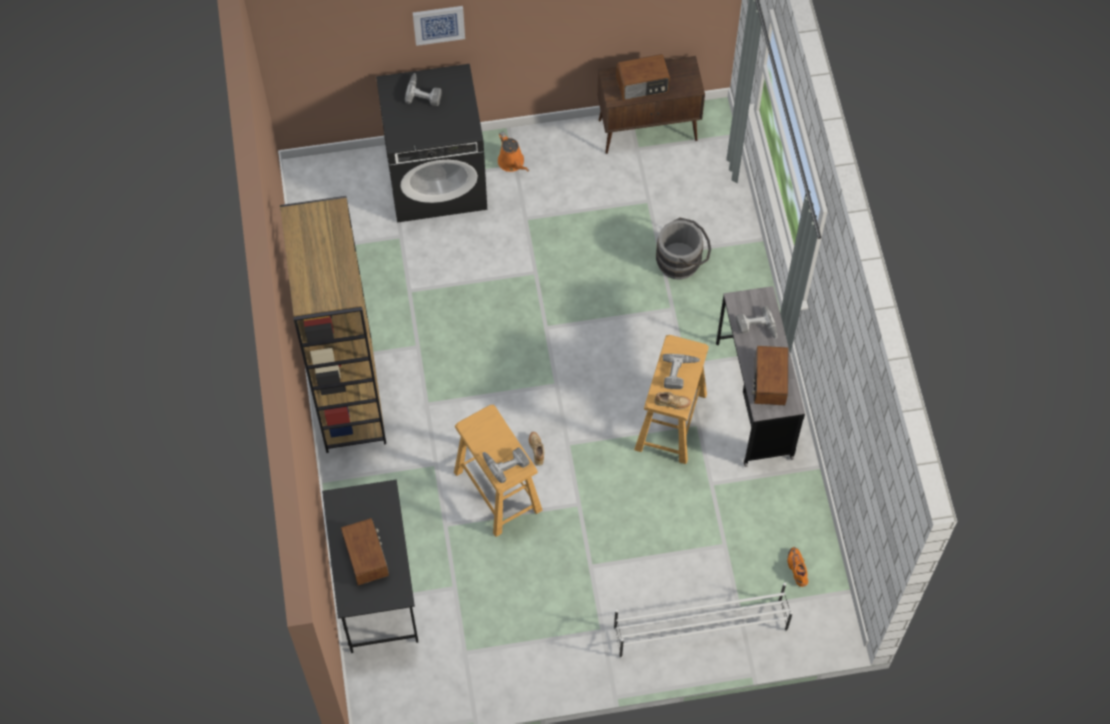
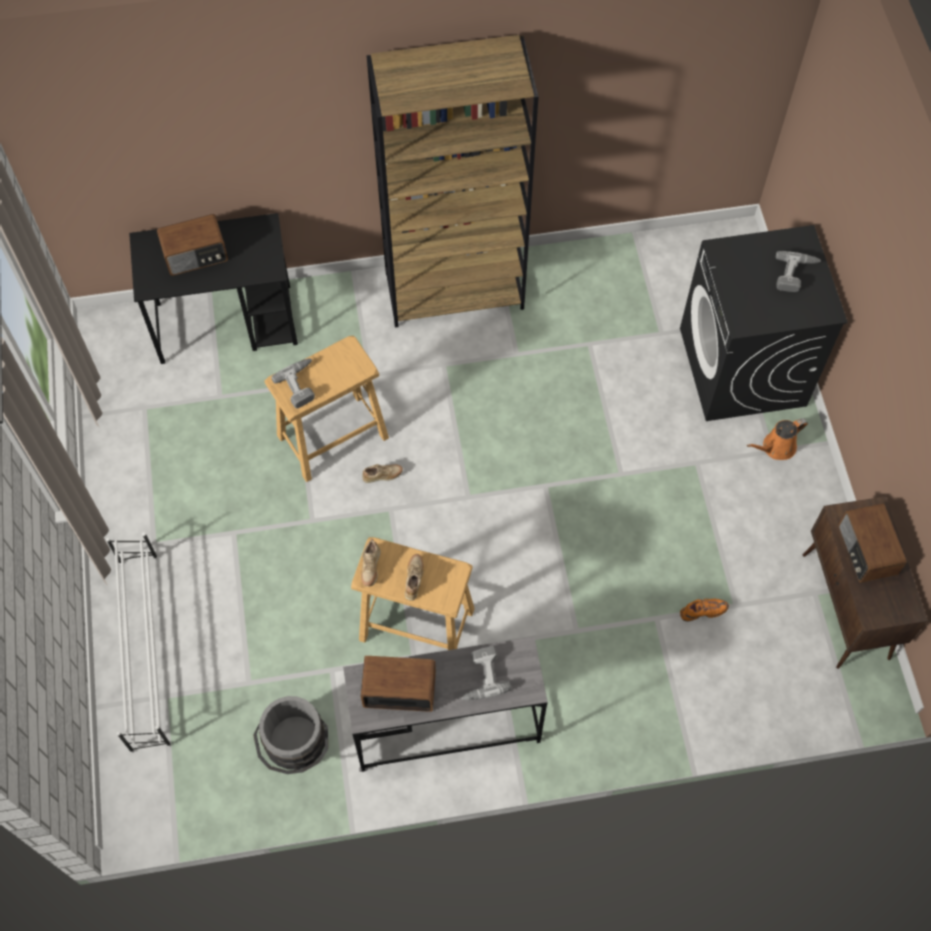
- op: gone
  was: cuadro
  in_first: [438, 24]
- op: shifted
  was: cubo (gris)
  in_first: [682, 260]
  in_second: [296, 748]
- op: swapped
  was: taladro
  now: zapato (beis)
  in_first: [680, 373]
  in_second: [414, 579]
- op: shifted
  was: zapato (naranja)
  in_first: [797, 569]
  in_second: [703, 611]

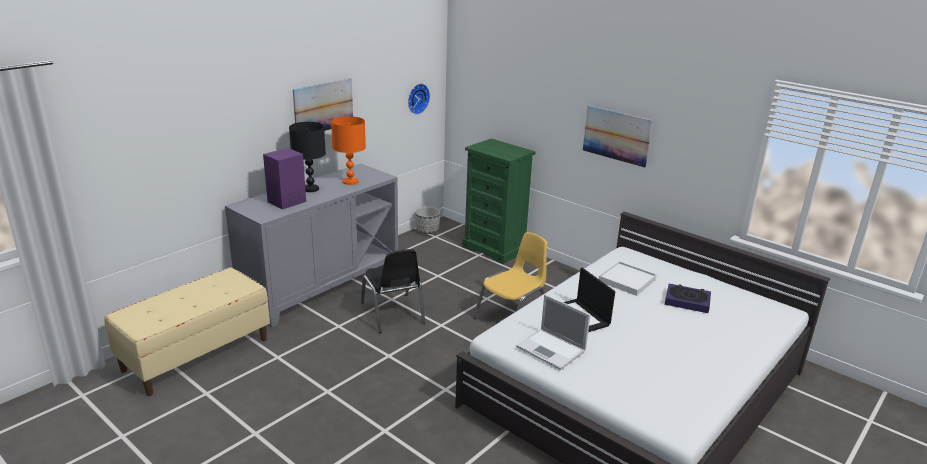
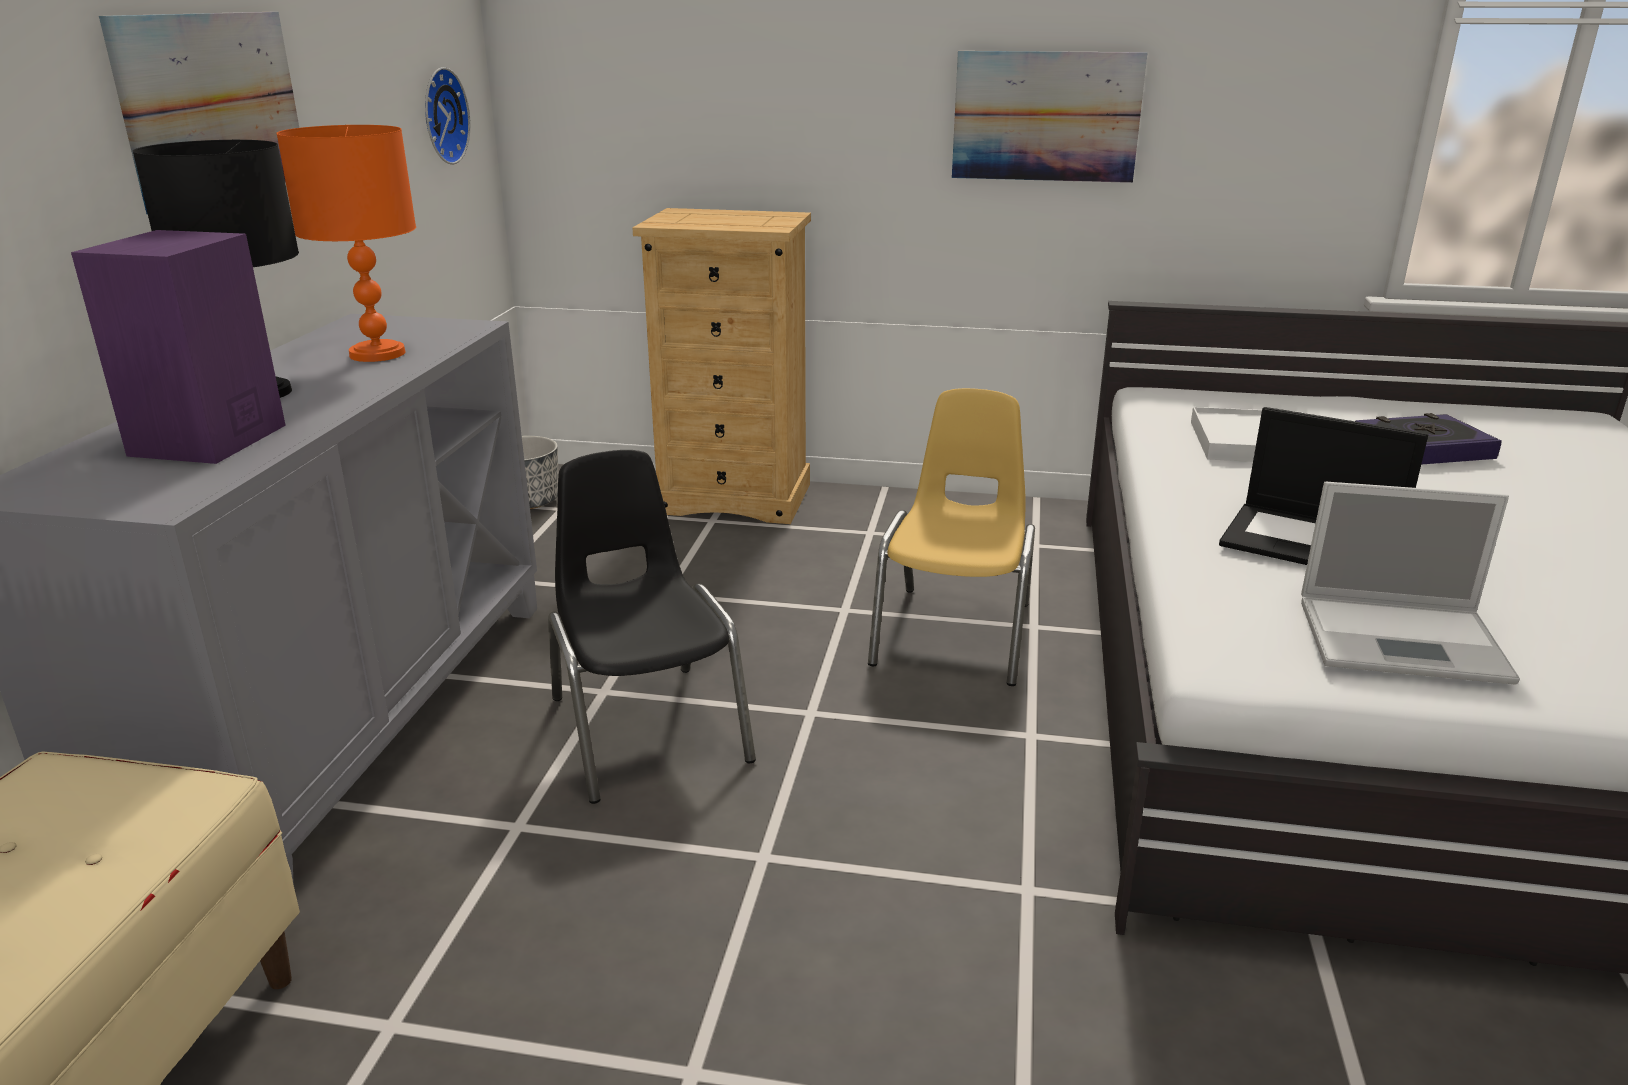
- op: repainted
  was: cómoda (verde)
  now: cómoda (beis)
  in_first: [495, 249]
  in_second: [735, 498]
- op: rotated
  was: silla (negro)
  in_first: [392, 313]
  in_second: [647, 729]
  clockwise: -150

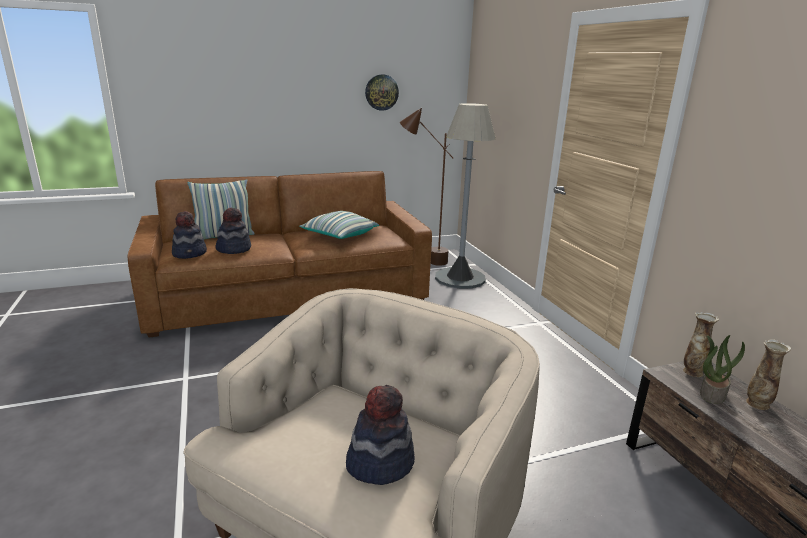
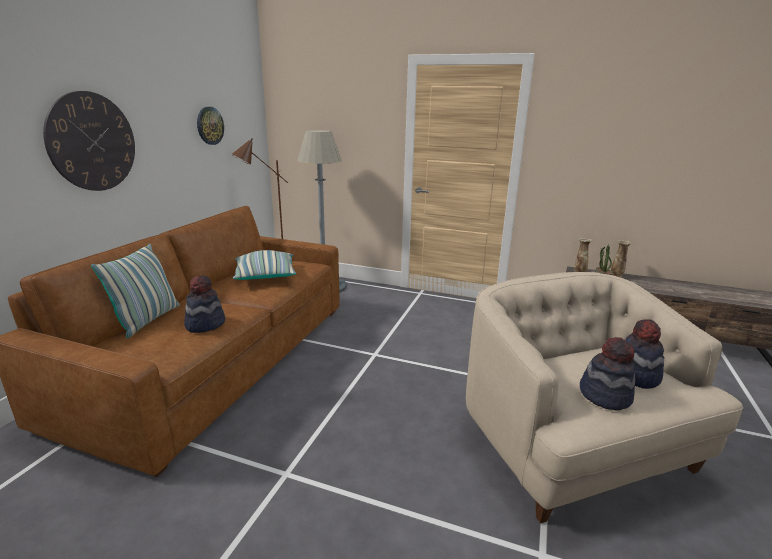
- op: shifted
  was: sombrero
  in_first: [190, 253]
  in_second: [605, 395]
- op: new
  now: reloj de pared
  in_second: [92, 142]

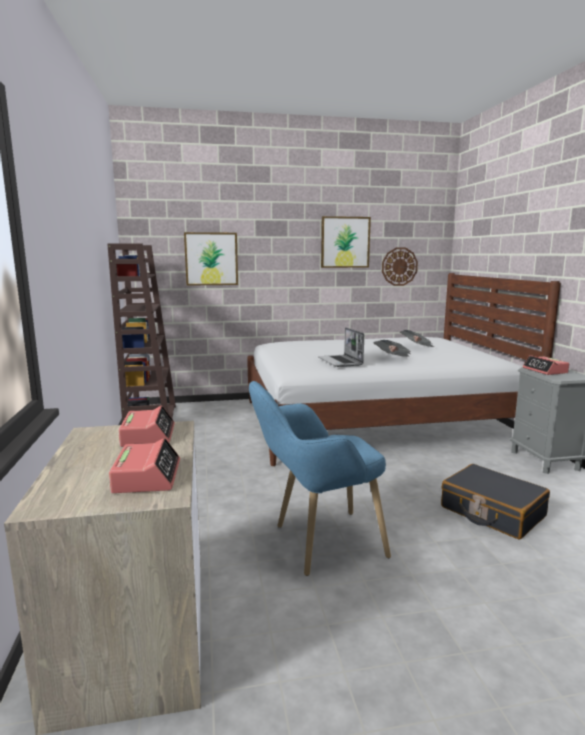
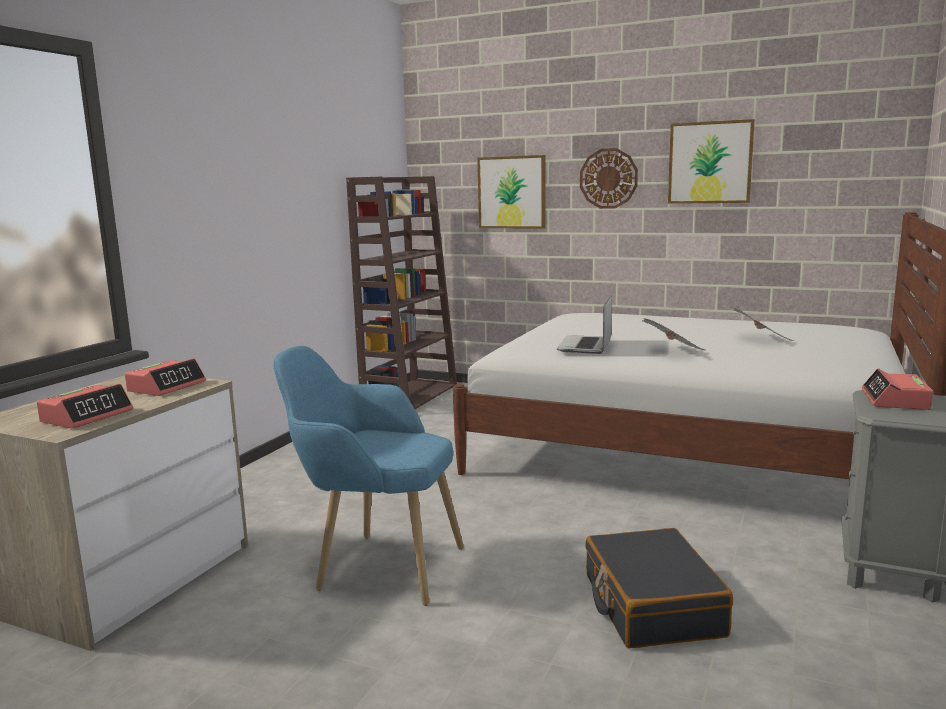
- op: shifted
  was: reloj de pared
  in_first: [399, 266]
  in_second: [608, 178]

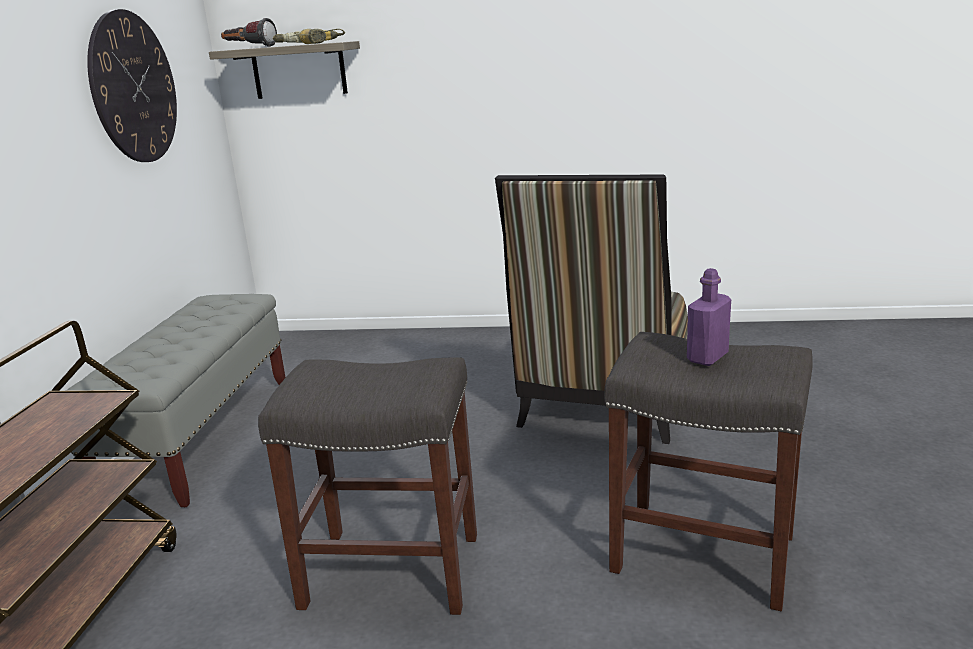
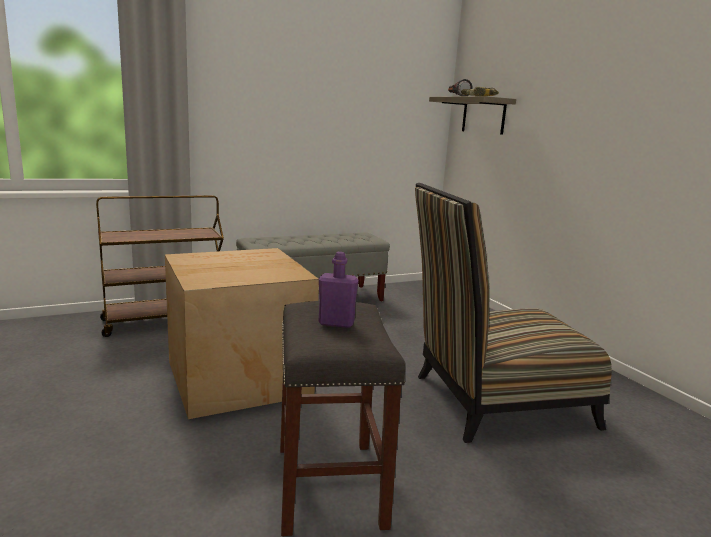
- op: gone
  was: reloj de pared
  in_first: [134, 87]
- op: swapped
  was: taburete (gris)
  now: caja de cartón
  in_first: [389, 571]
  in_second: [236, 377]

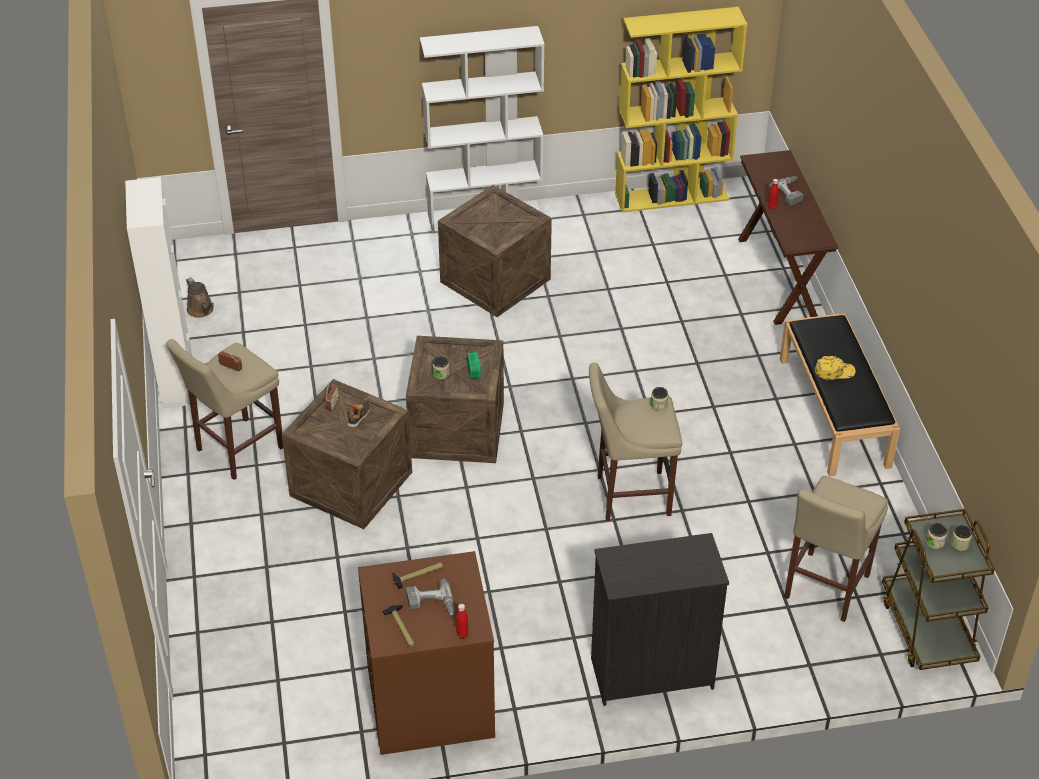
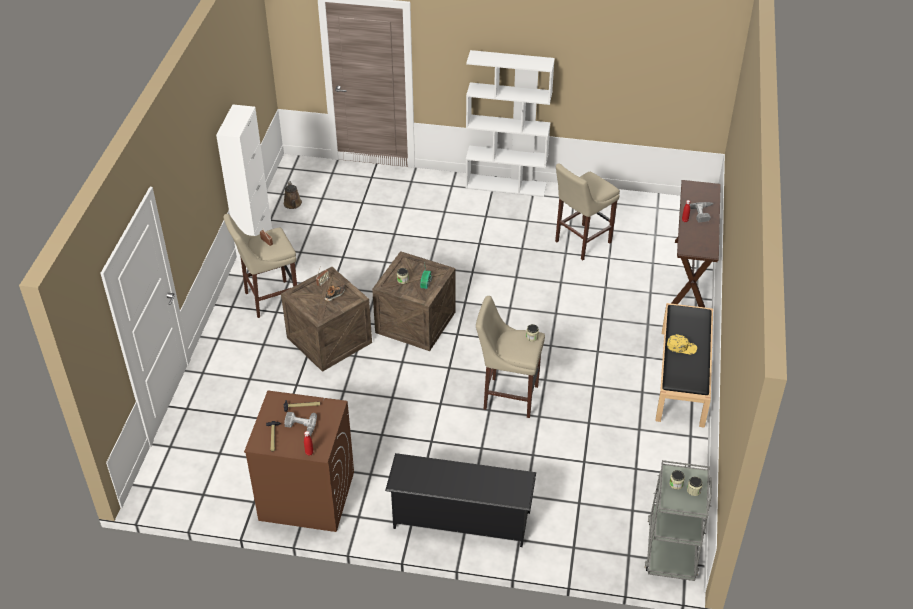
- op: gone
  was: estantería (amarillo)
  in_first: [672, 196]
- op: gone
  was: caja de embalaje
  in_first: [495, 279]
- op: shifted
  was: taburete (beis)
  in_first: [824, 589]
  in_second: [580, 243]
- op: repainted
  was: carrito (marrón)
  now: carrito (gris)
  in_first: [927, 629]
  in_second: [672, 547]
- op: swapped
  was: cómoda (negro)
  now: zapatero (negro)
  in_first: [650, 673]
  in_second: [460, 520]

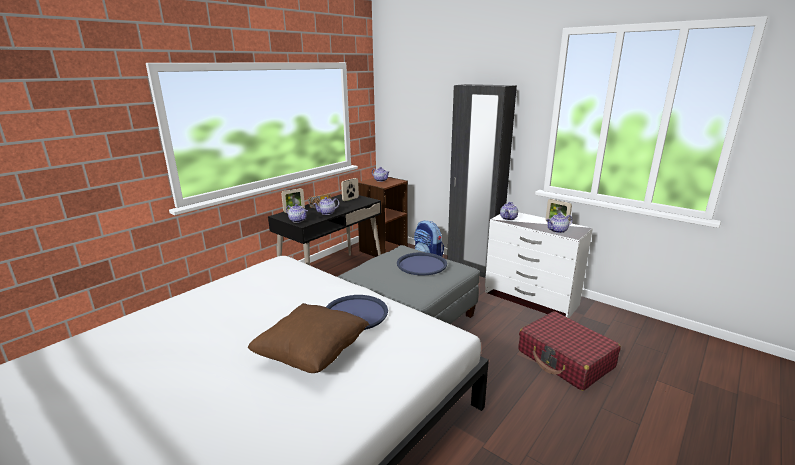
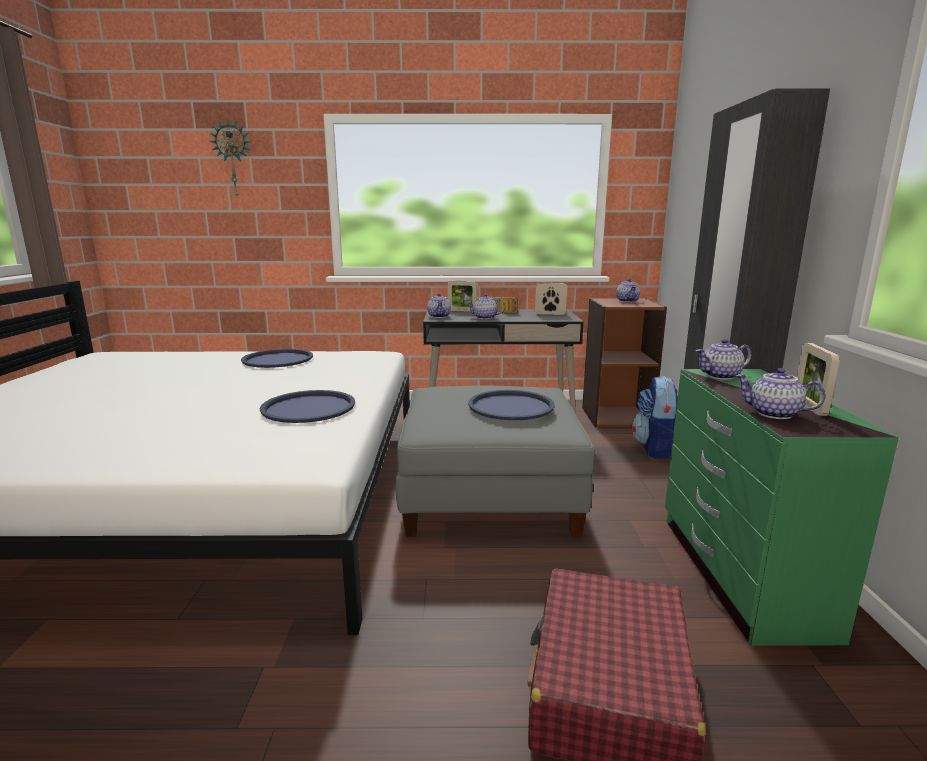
- op: repainted
  was: cómoda (blanco)
  now: cómoda (verde)
  in_first: [531, 299]
  in_second: [739, 574]
- op: gone
  was: cojín (marrón)
  in_first: [312, 355]
- op: new
  now: reloj de pared
  in_second: [233, 159]
- op: new
  now: bandeja (azul)
  in_second: [277, 359]

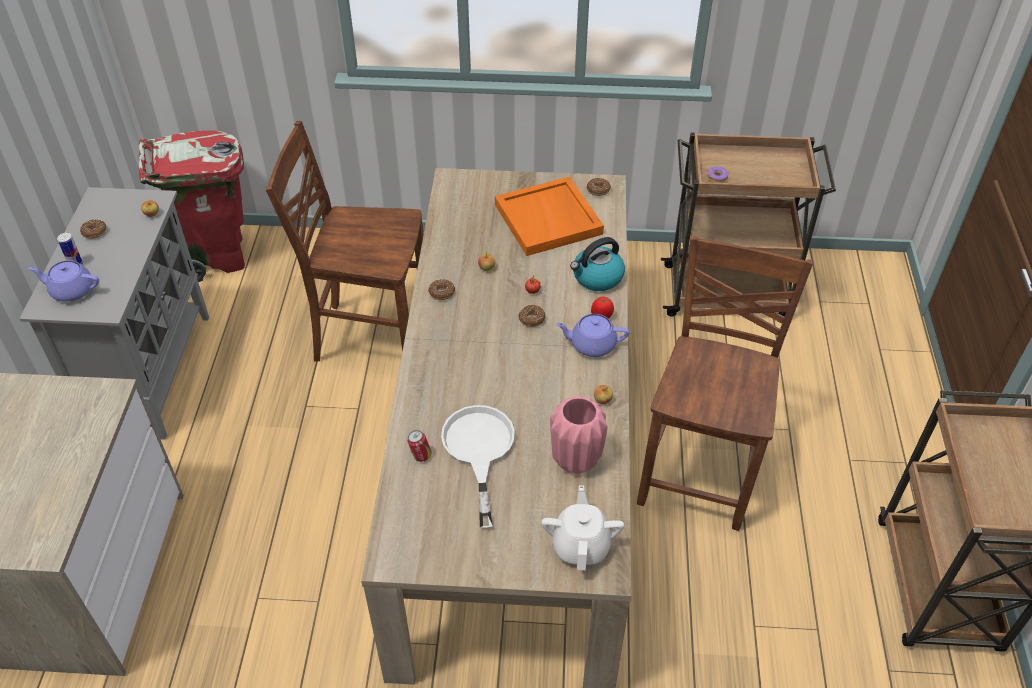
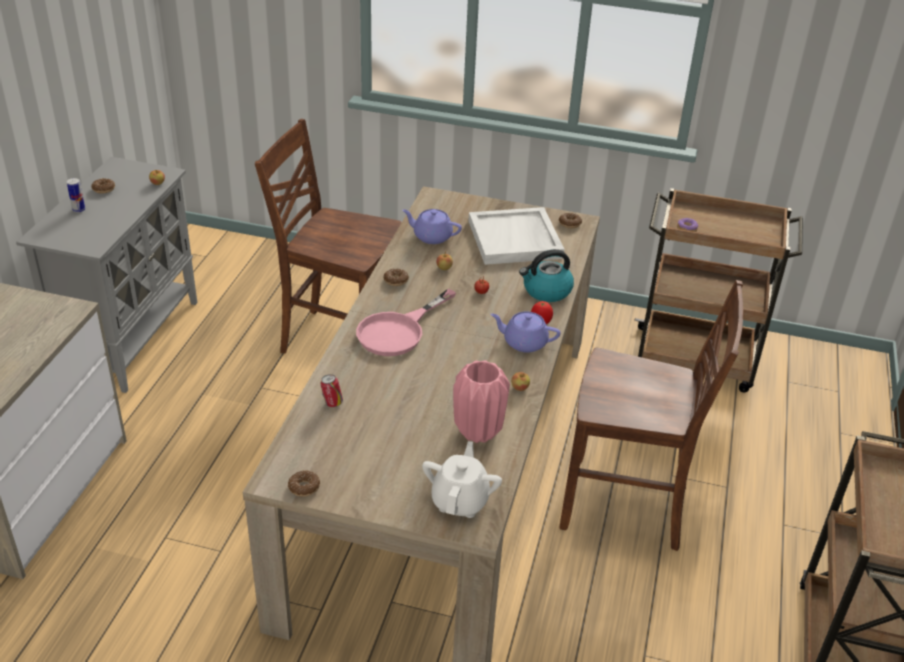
- op: gone
  was: papelera (rojo)
  in_first: [217, 256]
- op: repainted
  was: bandeja (naranja)
  now: bandeja (blanco)
  in_first: [549, 219]
  in_second: [515, 240]
- op: rotated
  was: silla (marrón)
  in_first: [701, 470]
  in_second: [627, 507]
  clockwise: 75
- op: shifted
  was: tetera (morado)
  in_first: [71, 290]
  in_second: [431, 236]
- op: shifted
  was: rosquilla
  in_first: [532, 319]
  in_second: [304, 487]
- op: gone
  was: sartén (blanco)
  in_first: [478, 451]
- op: new
  now: sartén (rosa)
  in_second: [398, 331]

